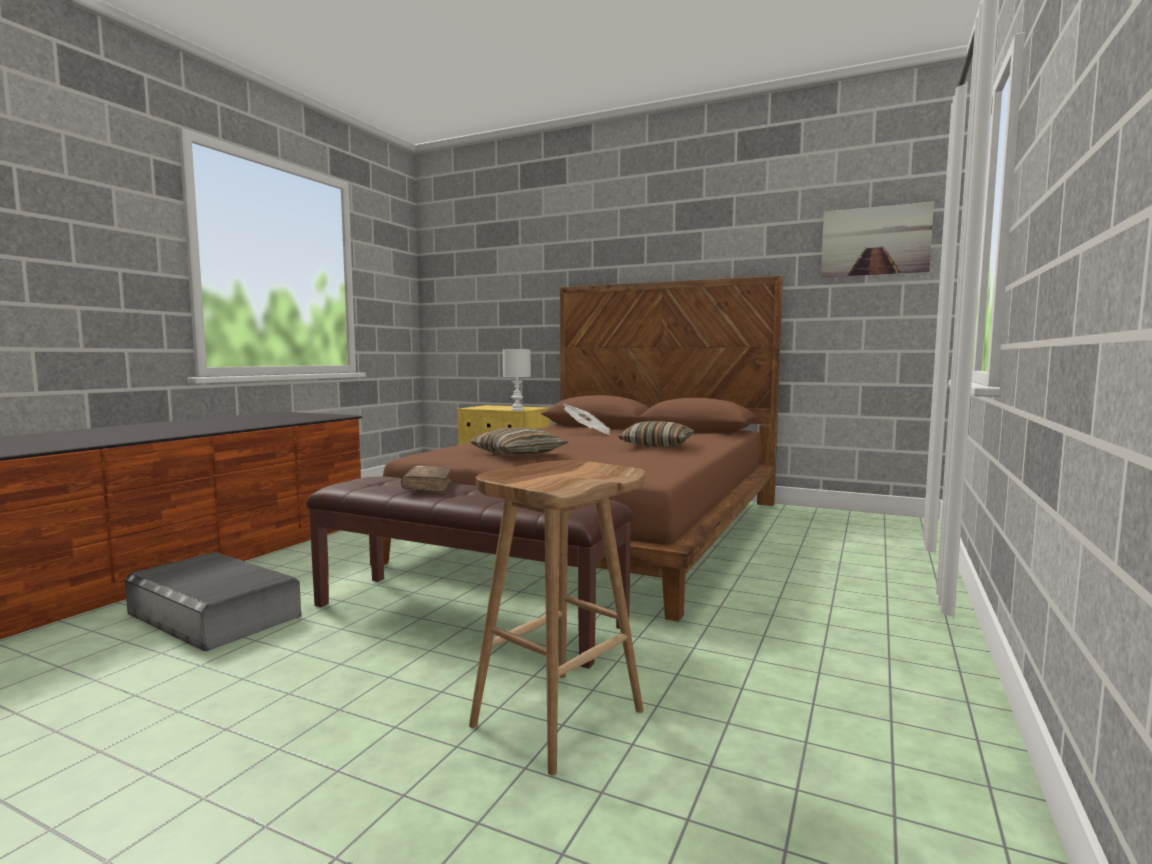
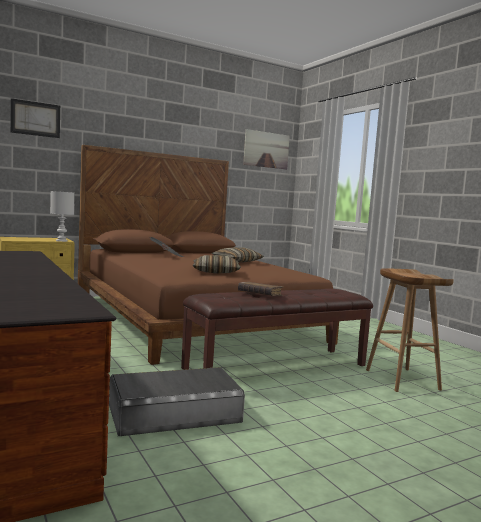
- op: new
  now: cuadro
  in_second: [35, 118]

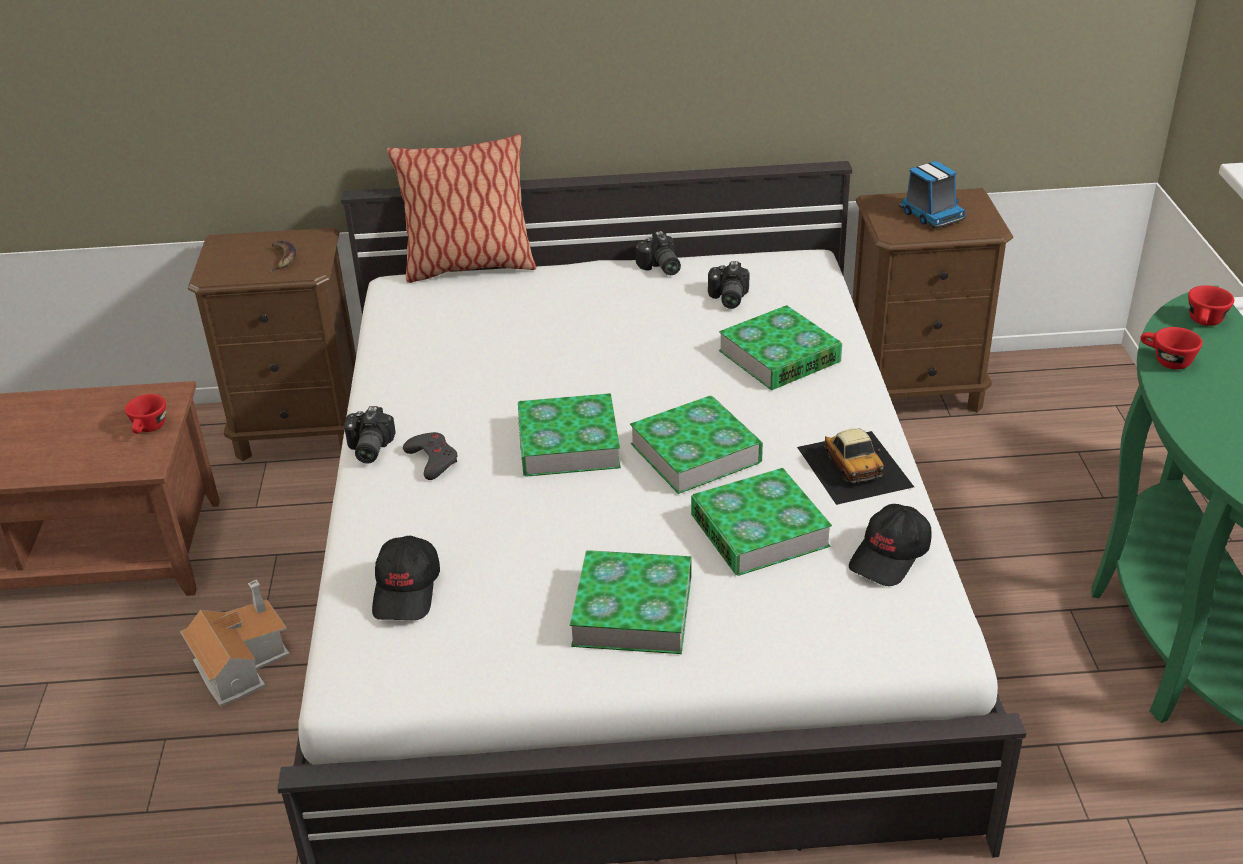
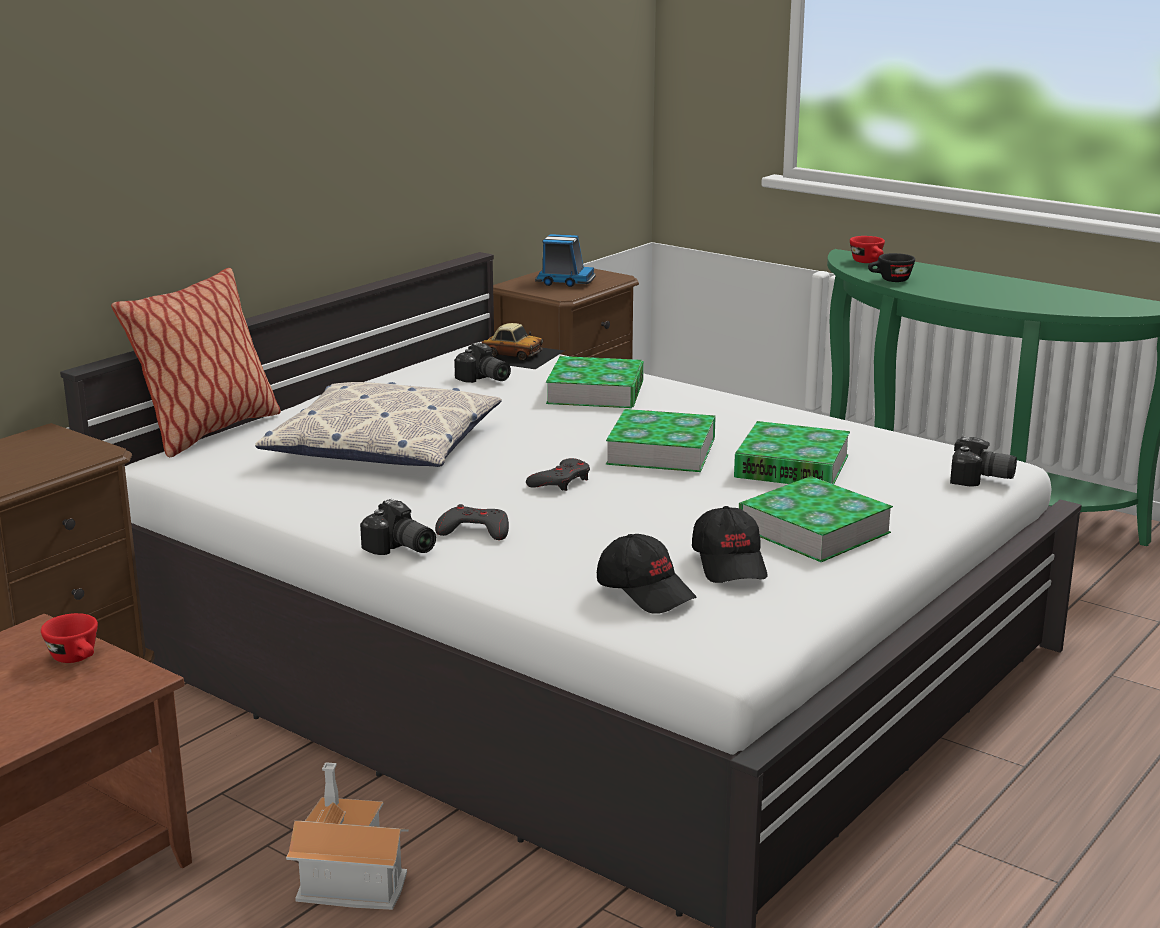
- op: shifted
  was: cámara
  in_first: [659, 268]
  in_second: [981, 479]
- op: gone
  was: plátano
  in_first: [282, 258]
- op: repainted
  was: taza (rojo)
  now: taza (negro)
  in_first: [1166, 361]
  in_second: [890, 280]
- op: swapped
  was: libro
  now: mando de consola (gris)
  in_first: [568, 444]
  in_second: [561, 481]
- op: shifted
  was: coche de juguete
  in_first: [854, 466]
  in_second: [514, 354]
- op: shifted
  was: gorra (negro)
  in_first: [890, 556]
  in_second: [730, 563]
- op: new
  now: cojín
  in_second: [384, 446]

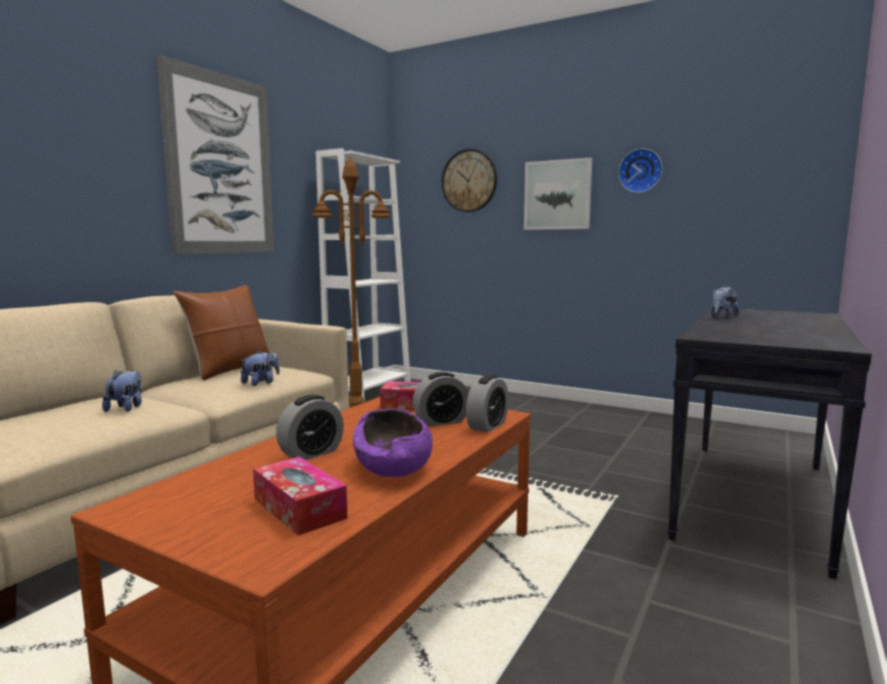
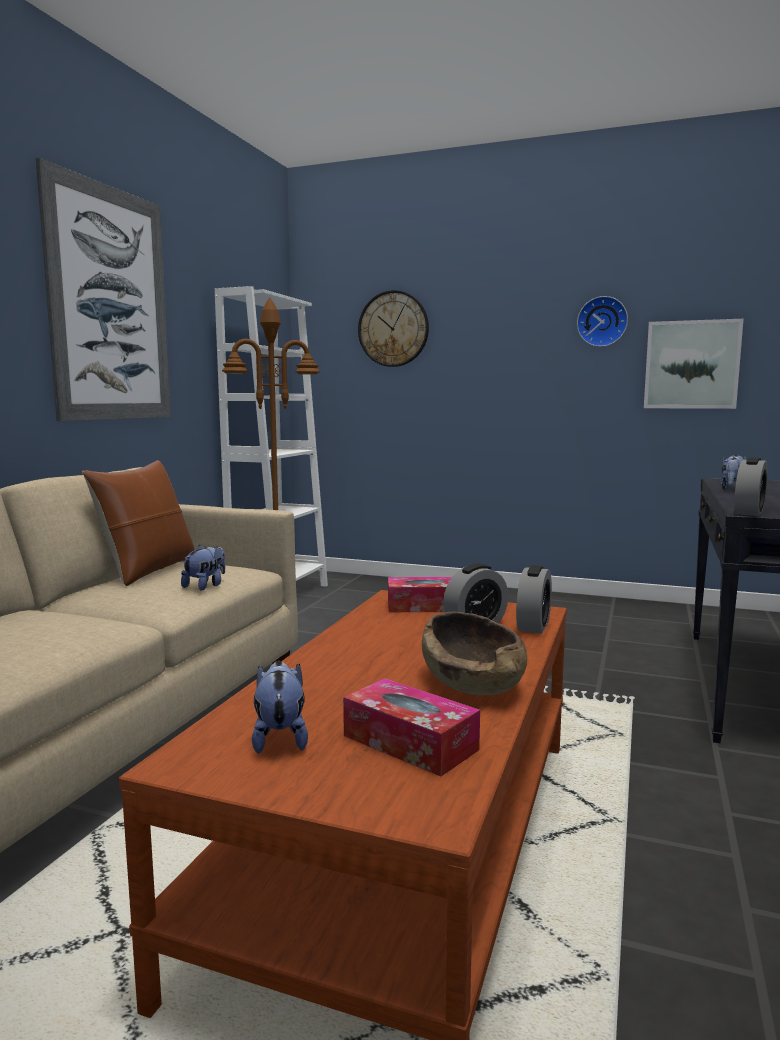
- op: shifted
  was: cuadro
  in_first: [557, 195]
  in_second: [691, 365]
- op: shifted
  was: peluche
  in_first: [126, 408]
  in_second: [280, 738]
- op: shifted
  was: despertador
  in_first: [311, 453]
  in_second: [749, 512]
- op: repainted
  was: cuenco (morado)
  now: cuenco (marrón)
  in_first: [393, 467]
  in_second: [473, 682]

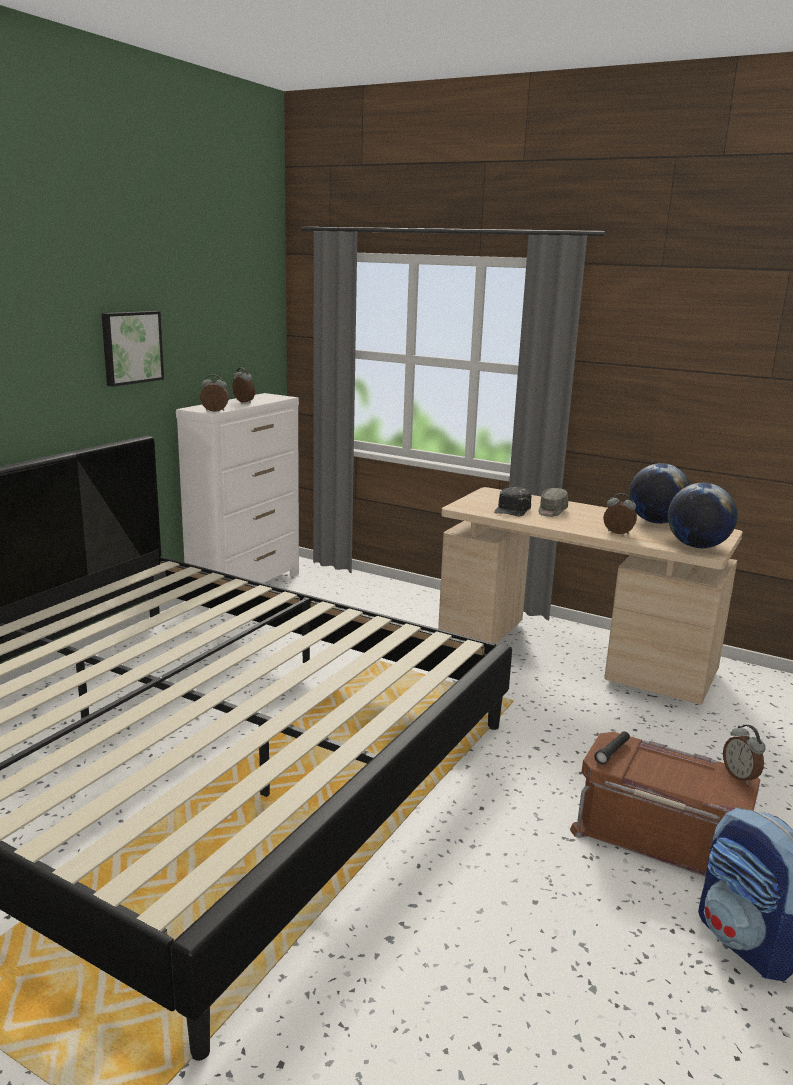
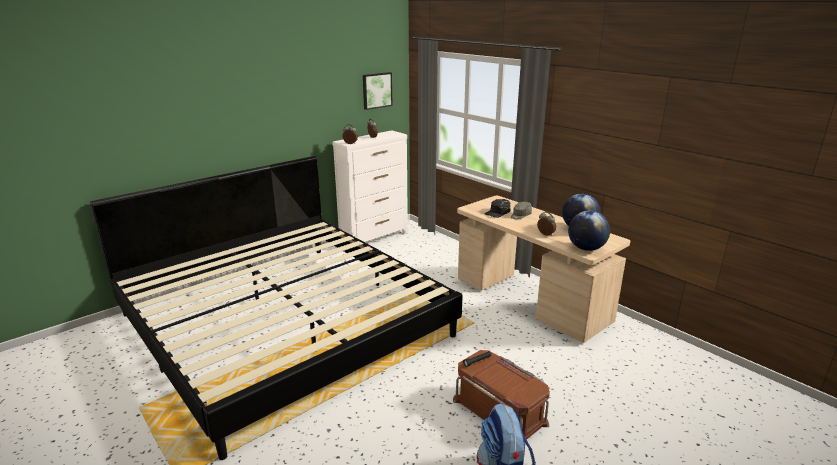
- op: shifted
  was: cuadro
  in_first: [131, 347]
  in_second: [376, 90]
- op: gone
  was: despertador
  in_first: [740, 776]

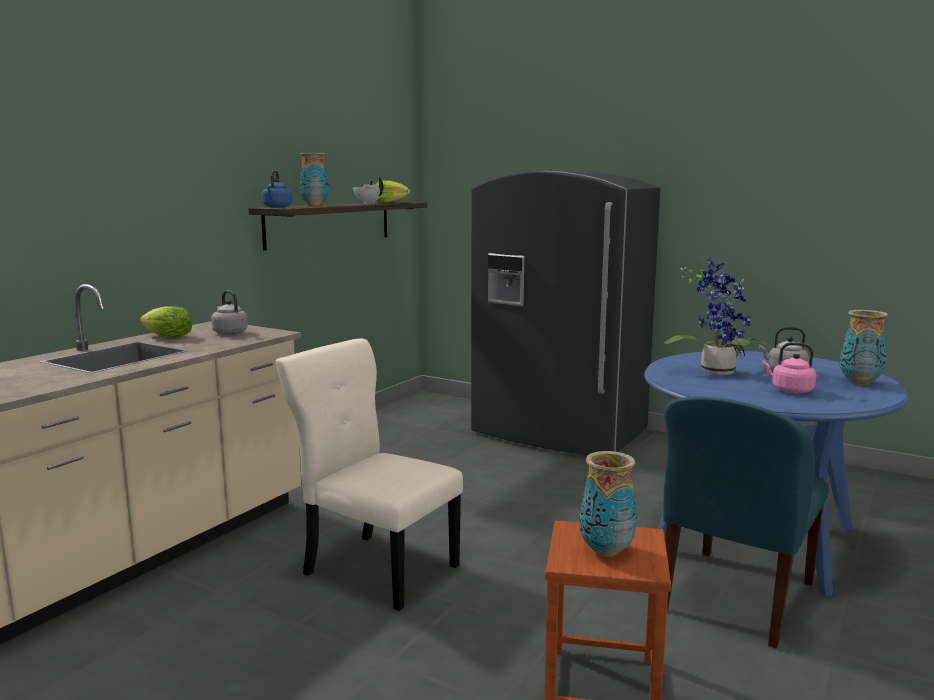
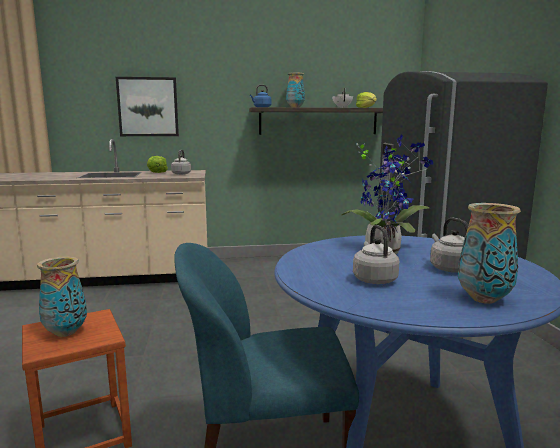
- op: gone
  was: silla (beis)
  in_first: [376, 568]
- op: repainted
  was: hervidor (rosa)
  now: hervidor (gris)
  in_first: [789, 390]
  in_second: [374, 279]
- op: new
  now: cuadro
  in_second: [148, 107]

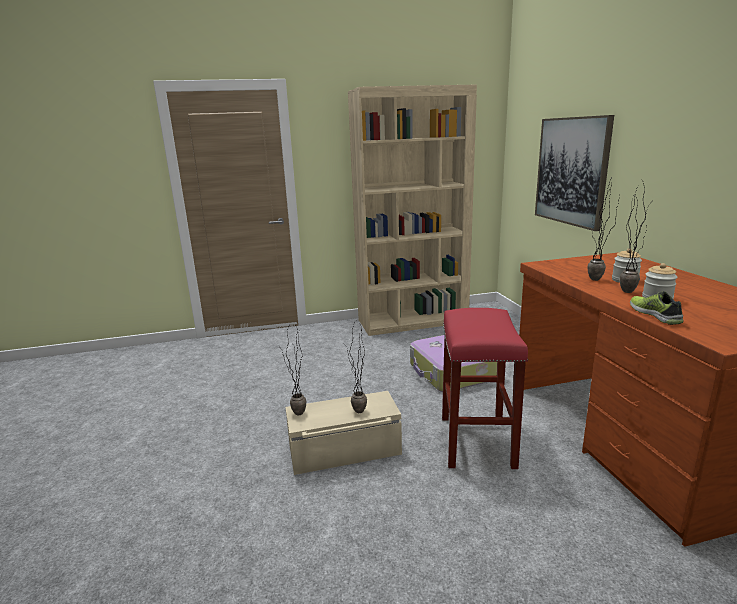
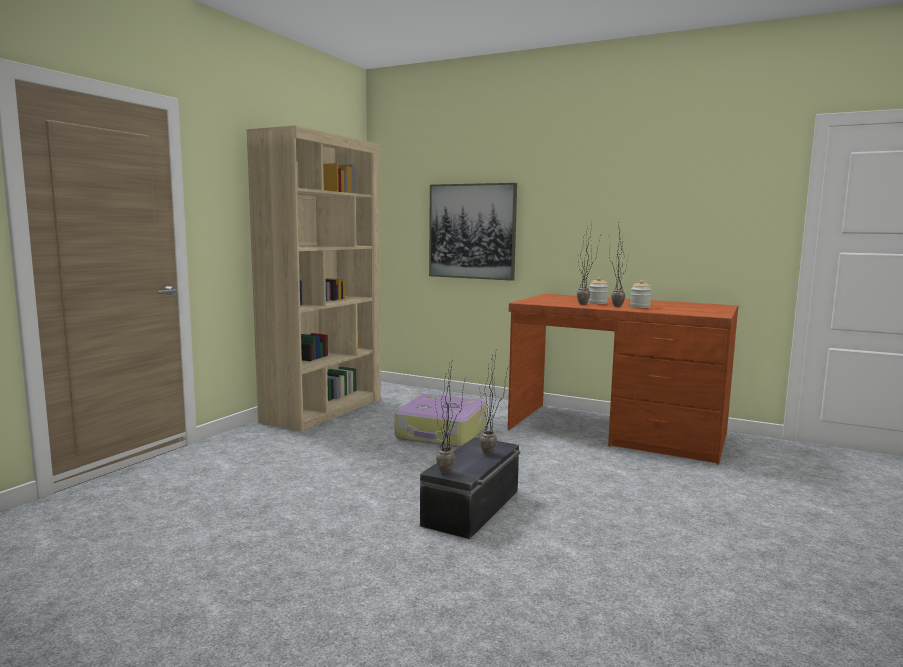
- op: gone
  was: zapato
  in_first: [655, 315]
- op: gone
  was: taburete (rojo)
  in_first: [476, 440]
- op: repainted
  was: caja de almacenaje (beis)
  now: caja de almacenaje (negro)
  in_first: [345, 451]
  in_second: [473, 507]

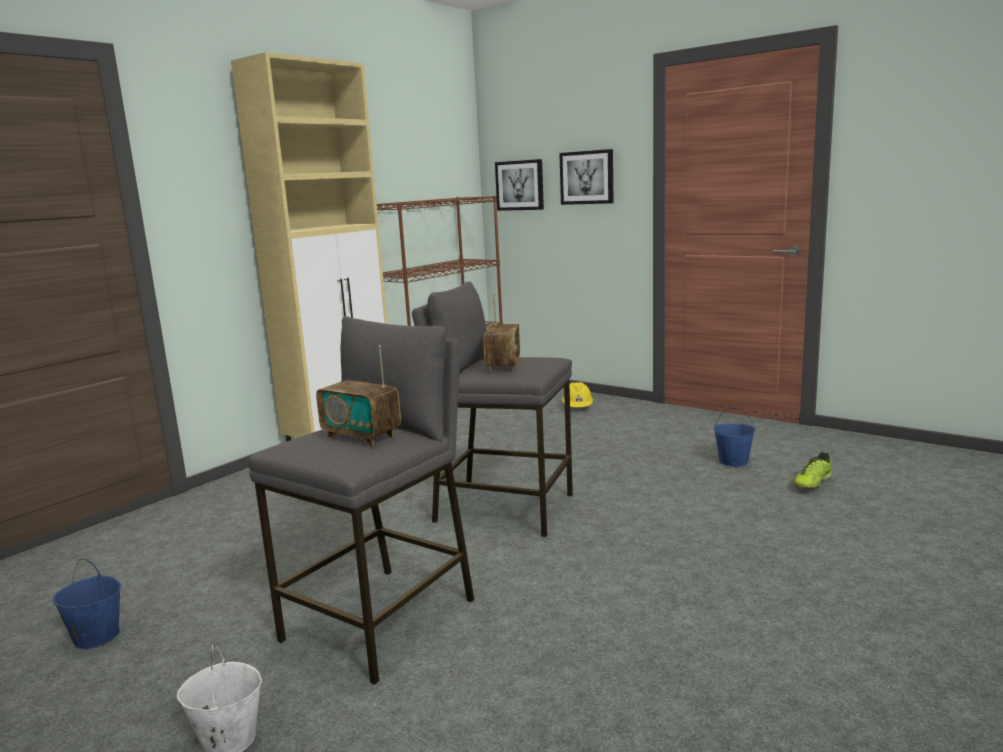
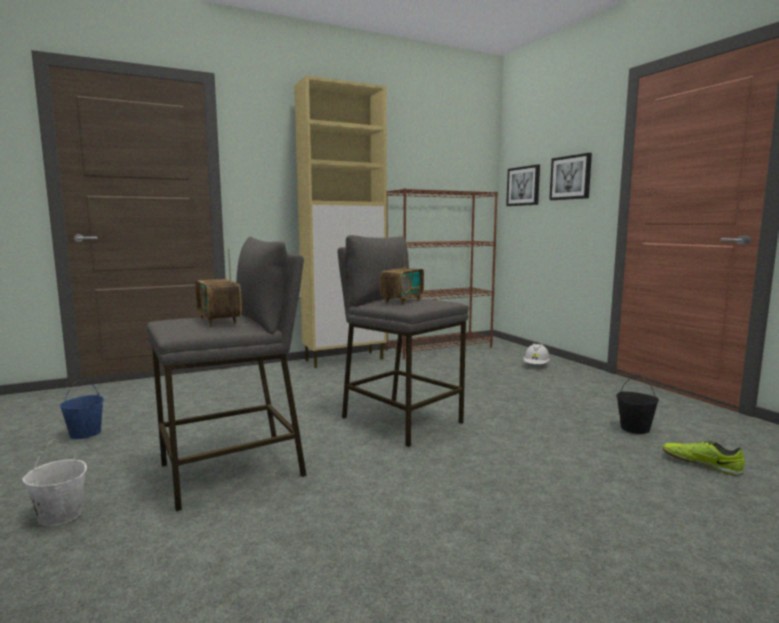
- op: repainted
  was: casco (amarillo)
  now: casco (blanco)
  in_first: [577, 408]
  in_second: [536, 366]
- op: repainted
  was: cubo (azul)
  now: cubo (negro)
  in_first: [733, 461]
  in_second: [635, 429]
- op: rotated
  was: zapato
  in_first: [812, 483]
  in_second: [701, 464]
  clockwise: 60

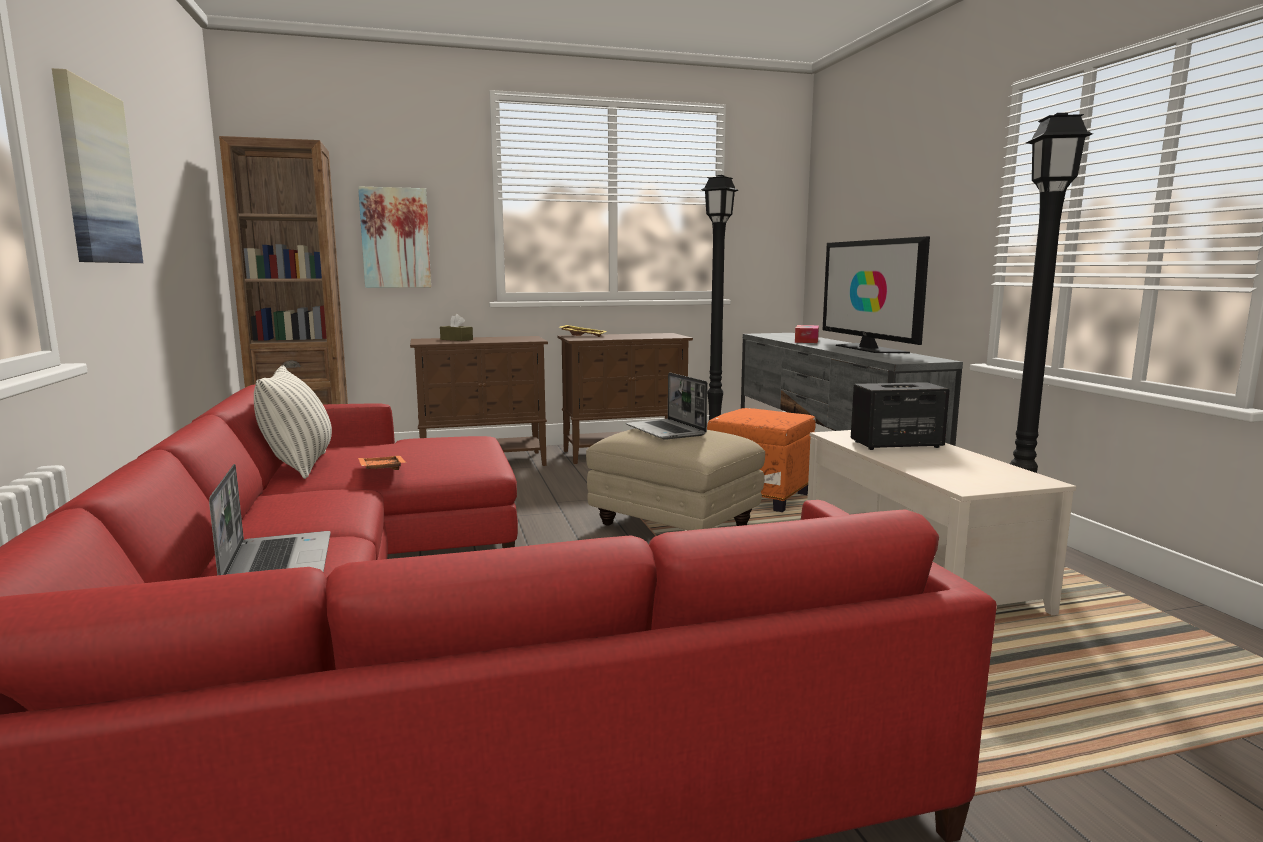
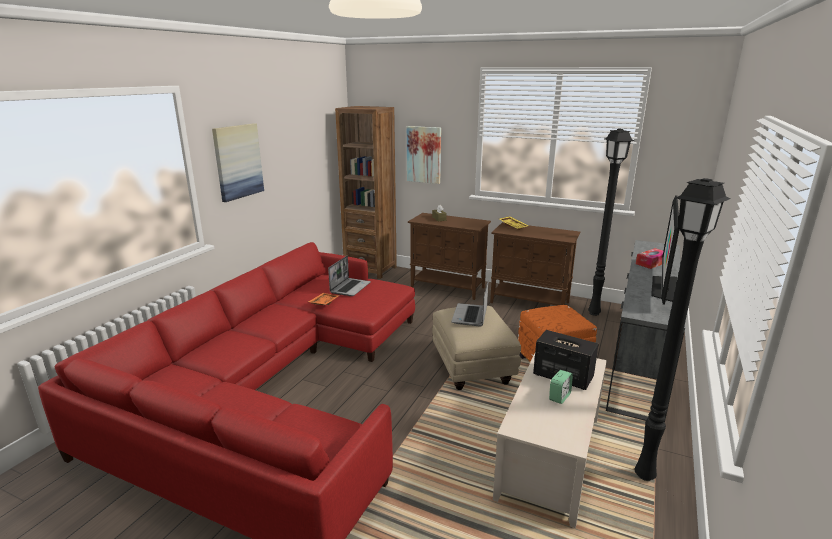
- op: gone
  was: cojín
  in_first: [299, 466]
- op: shifted
  was: portátil
  in_first: [277, 562]
  in_second: [350, 288]
- op: new
  now: despertador
  in_second: [559, 397]

